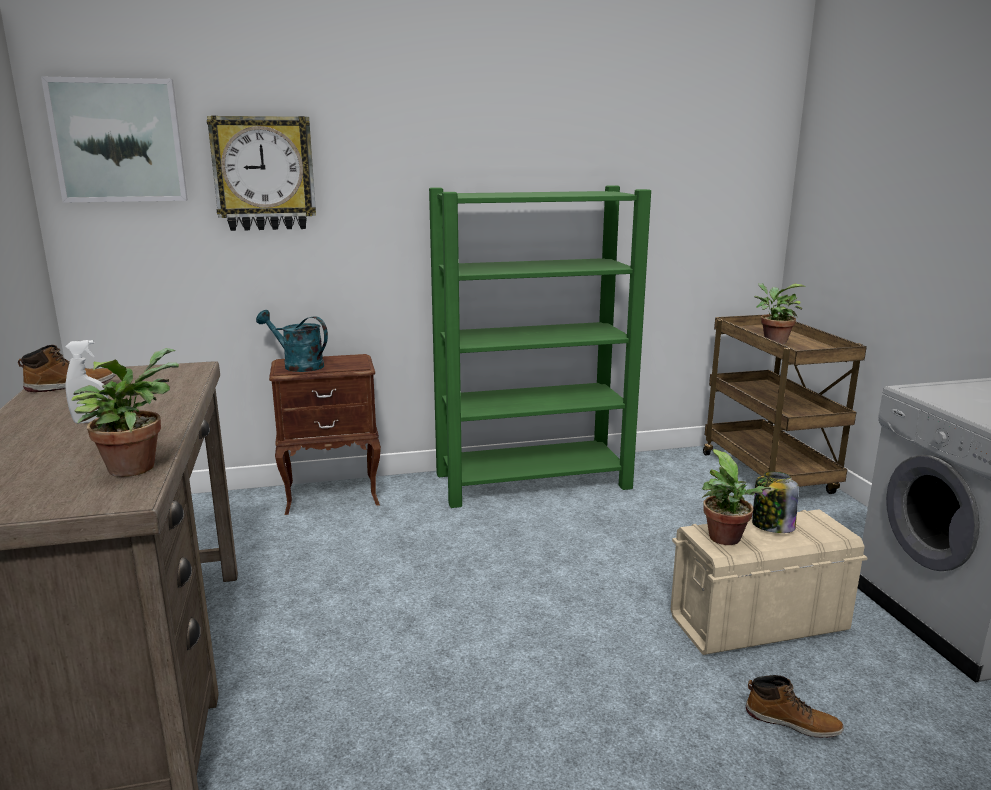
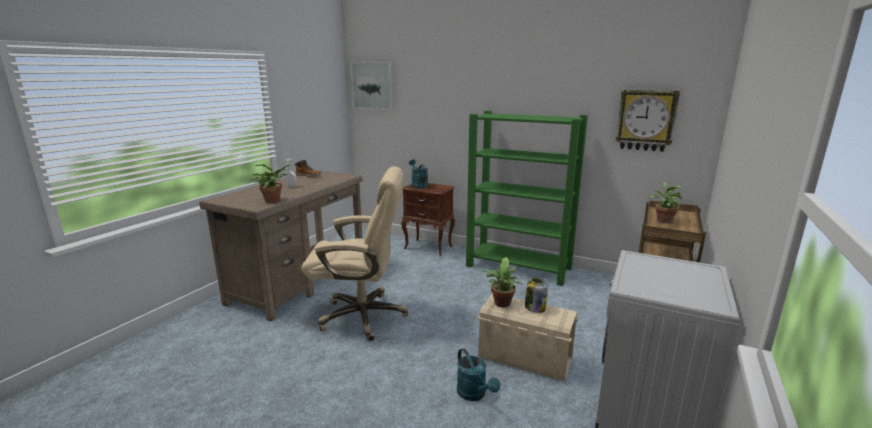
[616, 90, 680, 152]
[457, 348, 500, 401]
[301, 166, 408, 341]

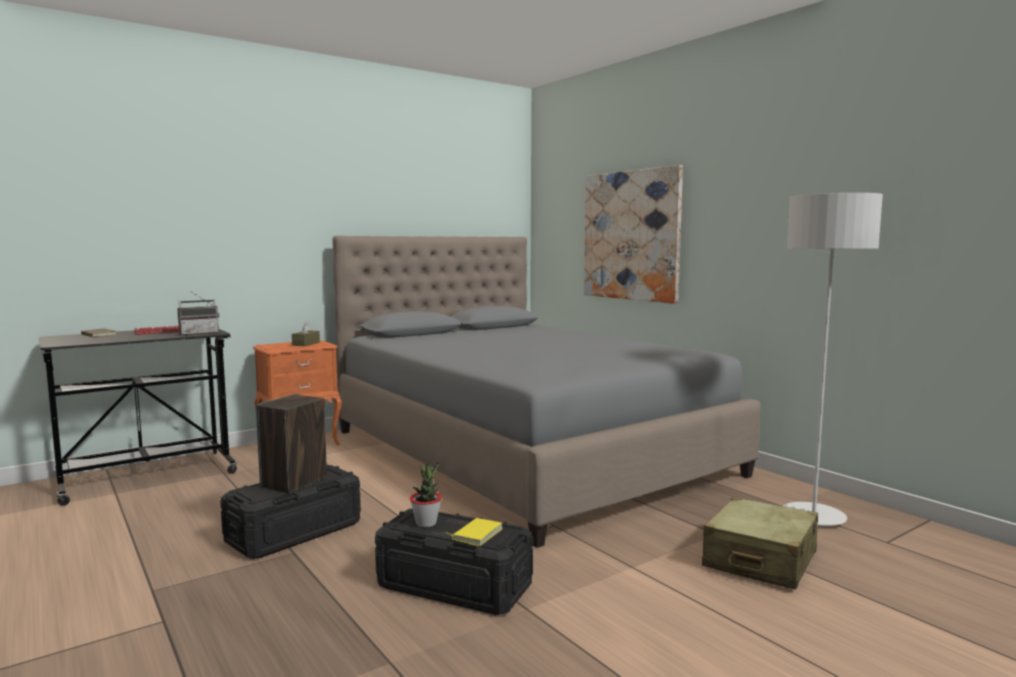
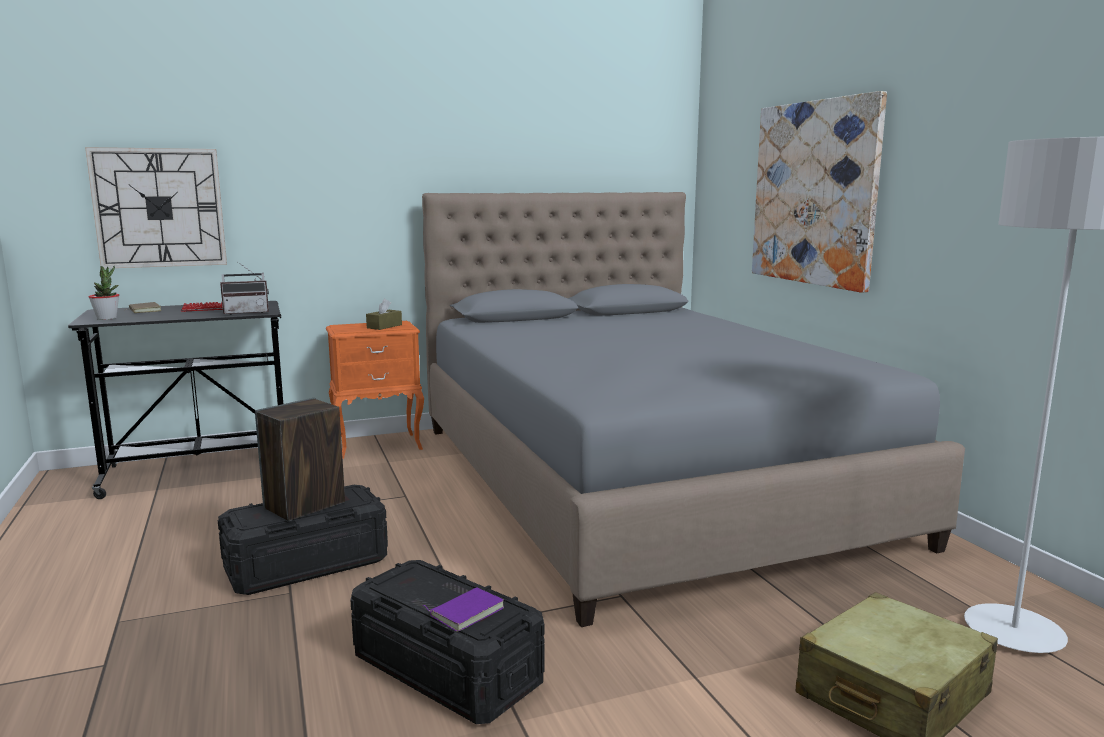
[88, 266, 119, 320]
[422, 587, 504, 632]
[85, 147, 227, 269]

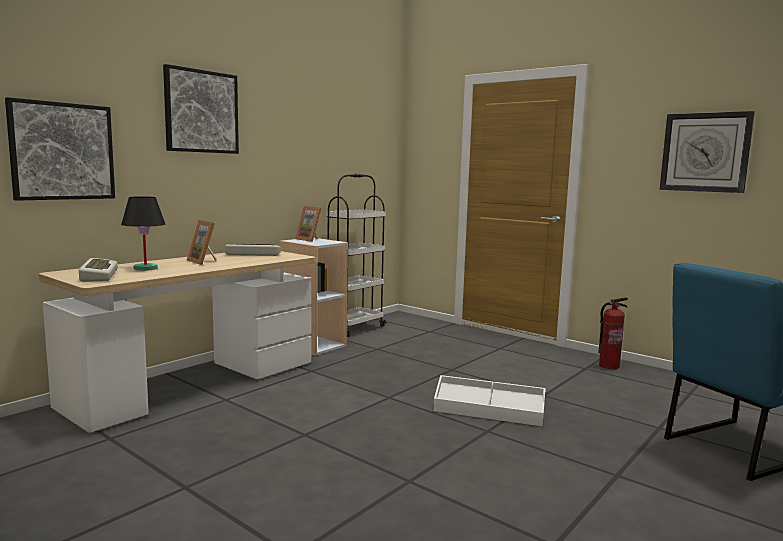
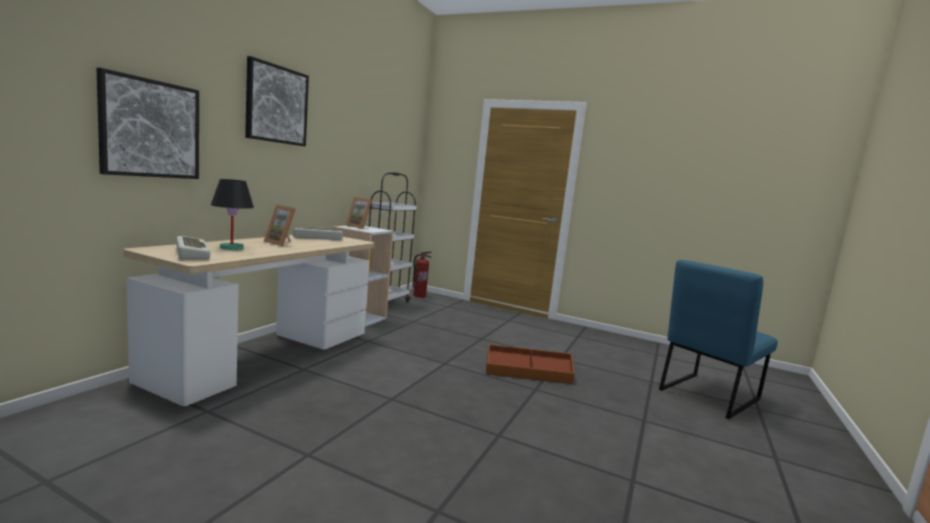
[660, 111, 755, 193] (first image)
[412, 251, 431, 298]
[486, 344, 575, 384]

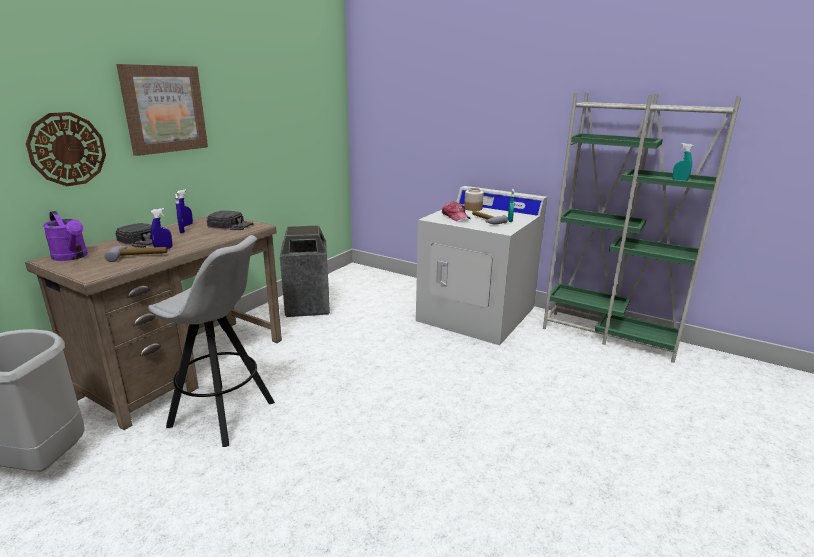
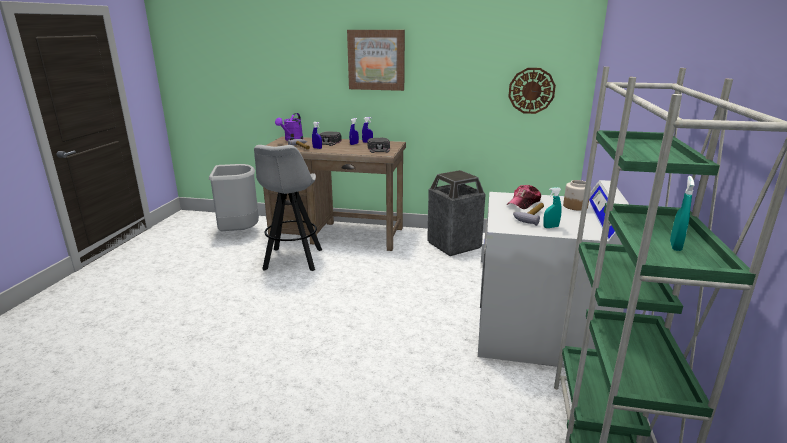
[508, 68, 556, 114]

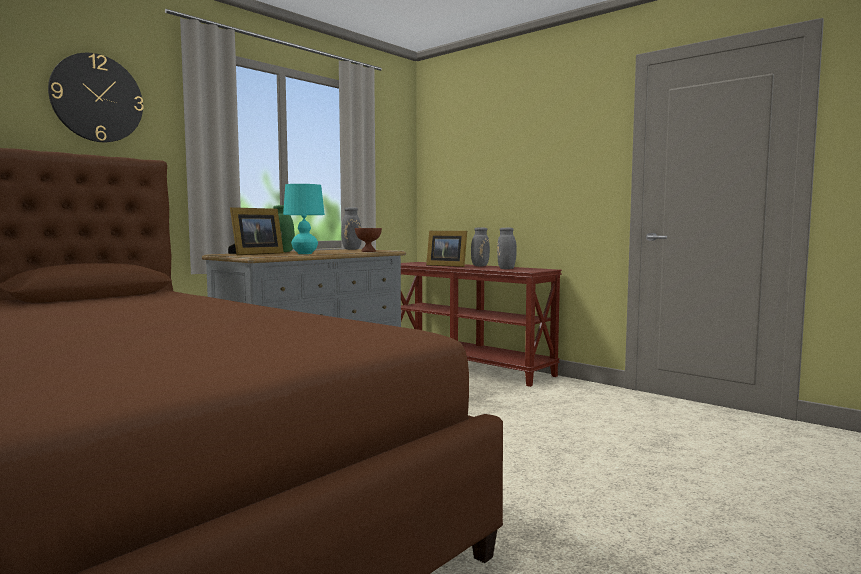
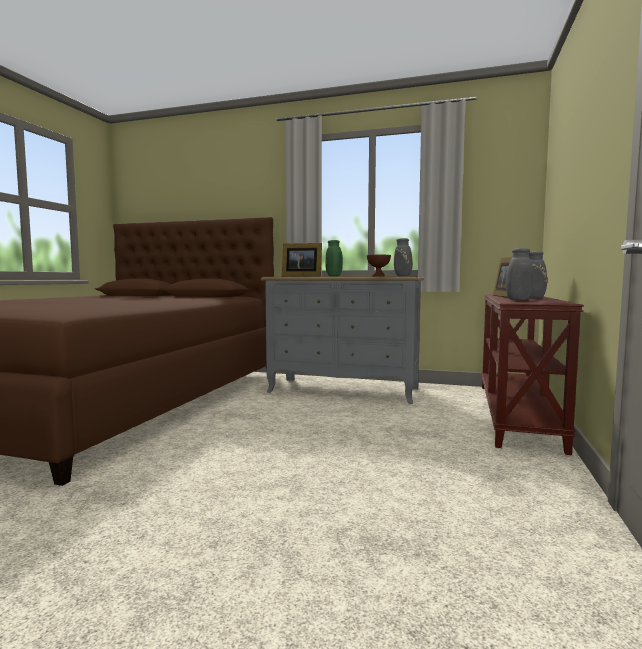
[48, 53, 144, 142] (first image)
[283, 184, 325, 254] (first image)

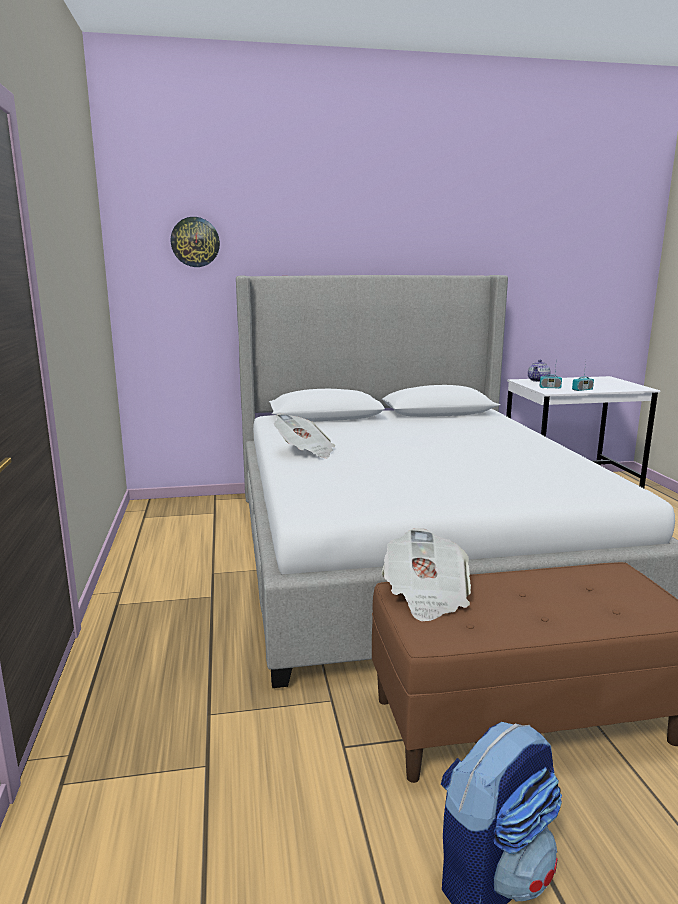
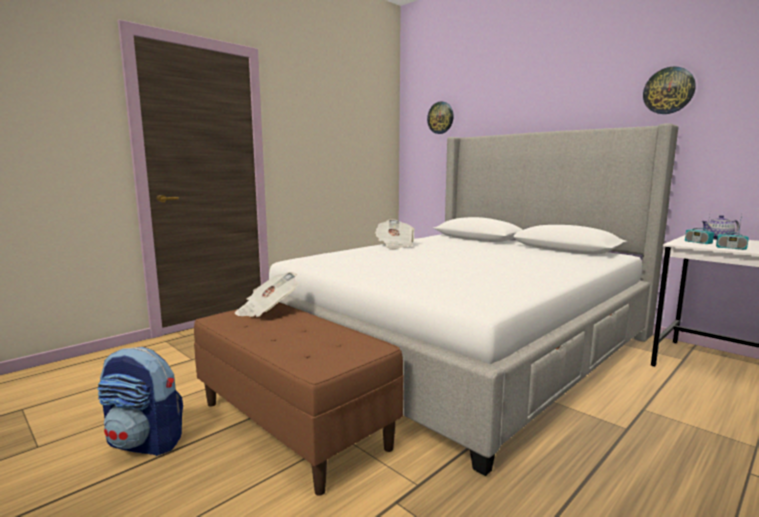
[643, 66, 696, 114]

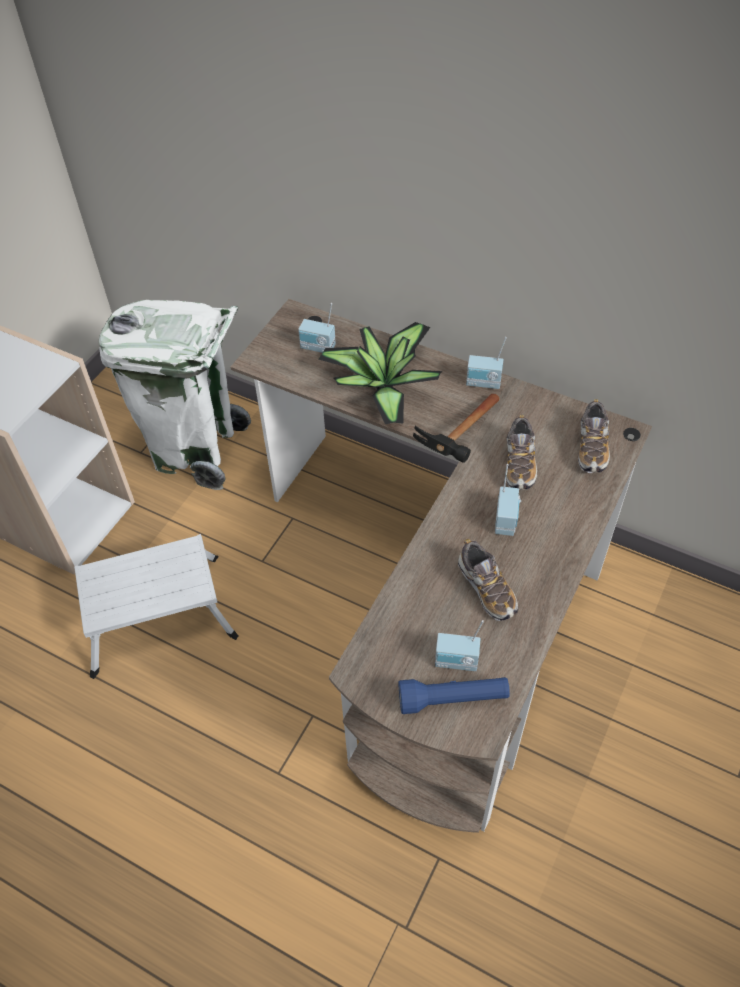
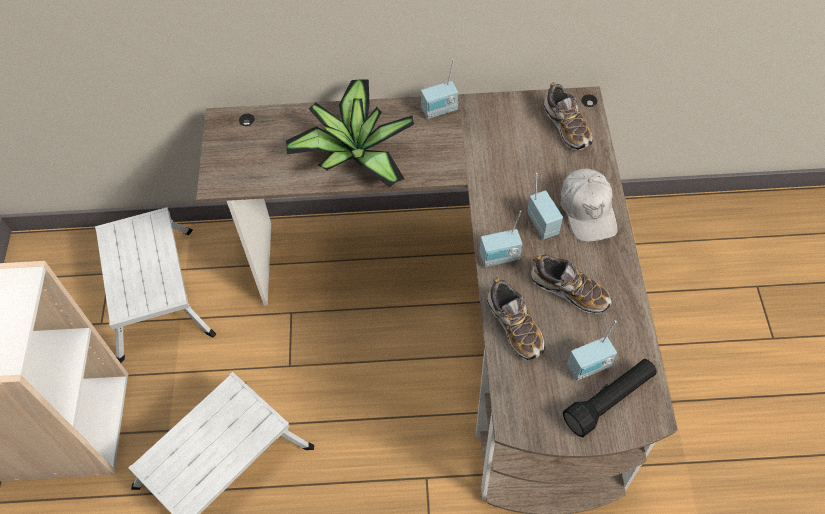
[95, 207, 216, 363]
[480, 210, 522, 267]
[413, 394, 499, 463] (first image)
[487, 278, 545, 360]
[563, 359, 657, 437]
[560, 168, 618, 242]

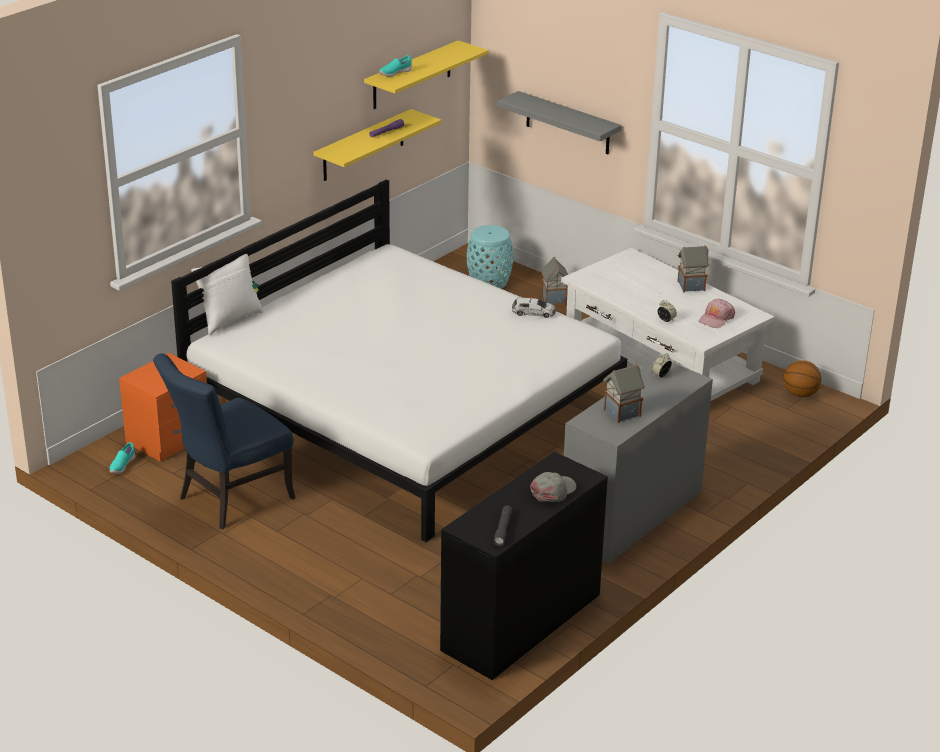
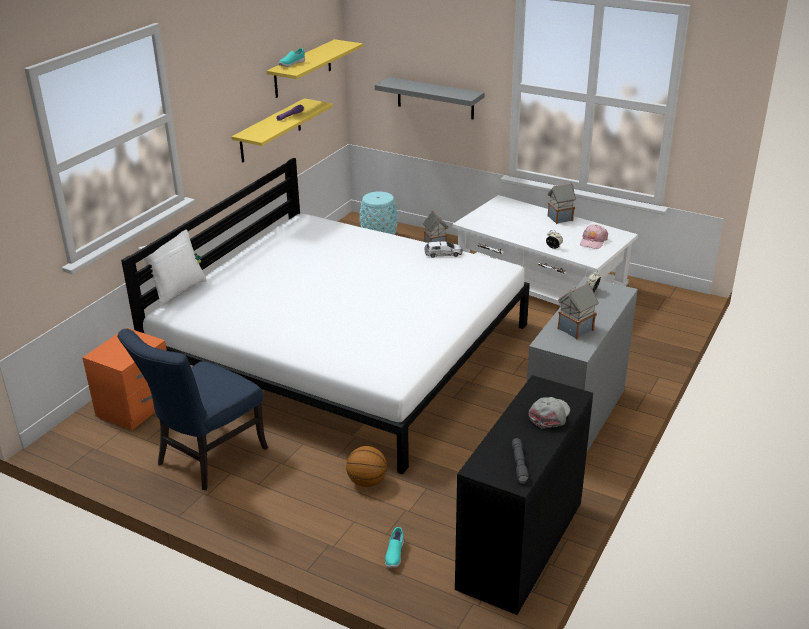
[346, 446, 387, 487]
[385, 527, 404, 568]

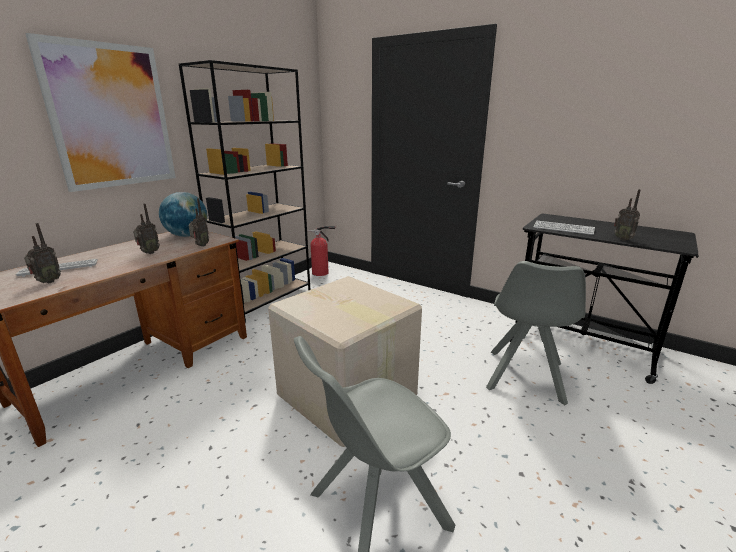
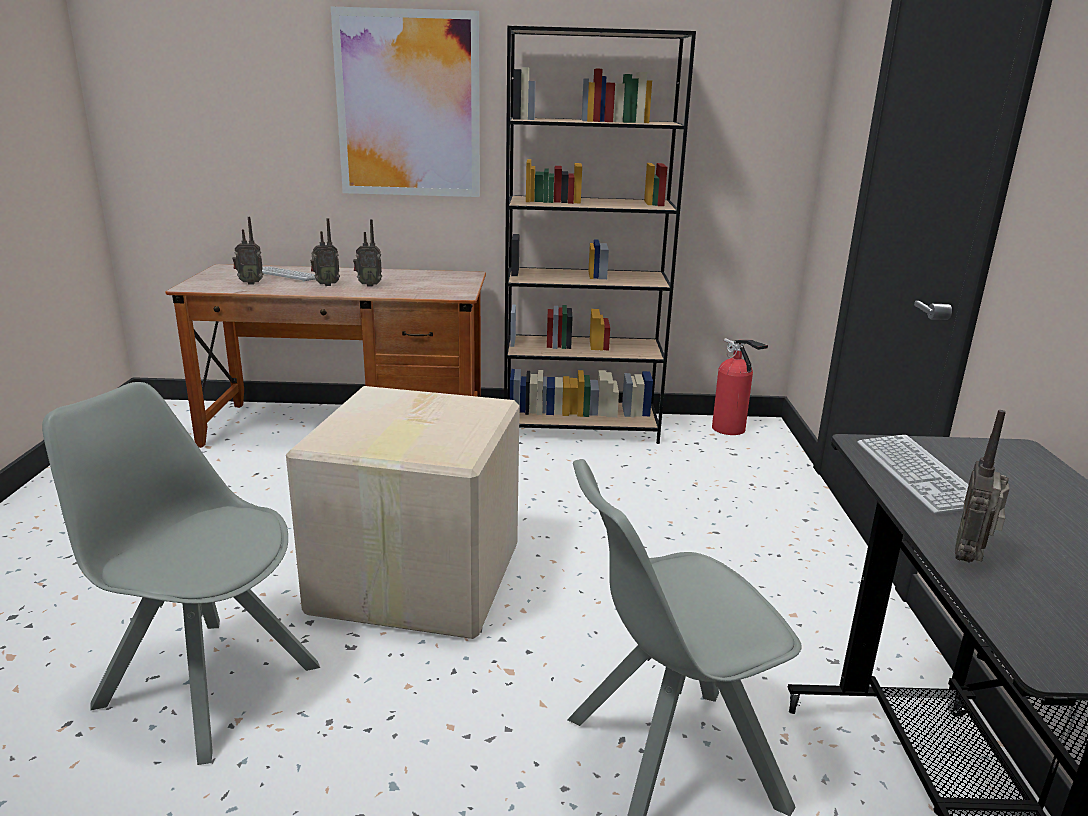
[159, 192, 207, 237] (first image)
[310, 218, 340, 286]

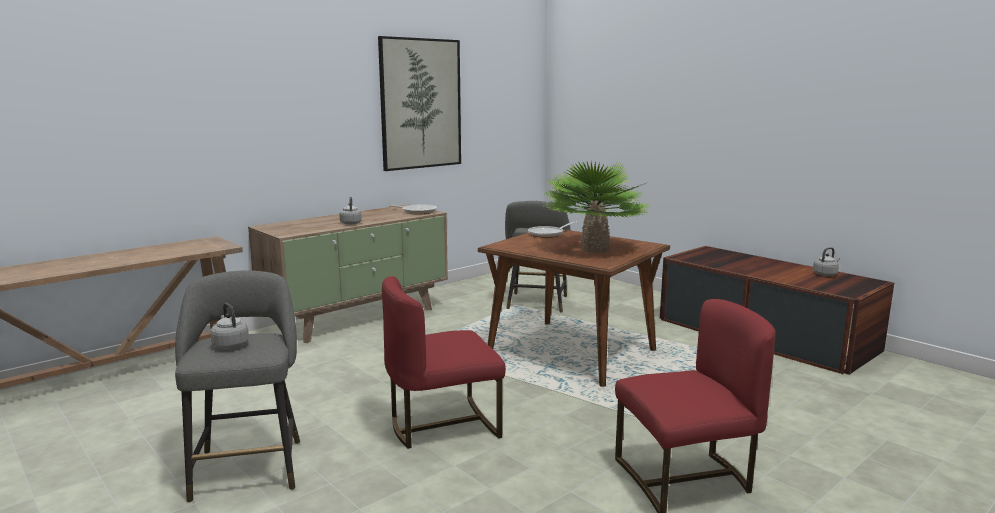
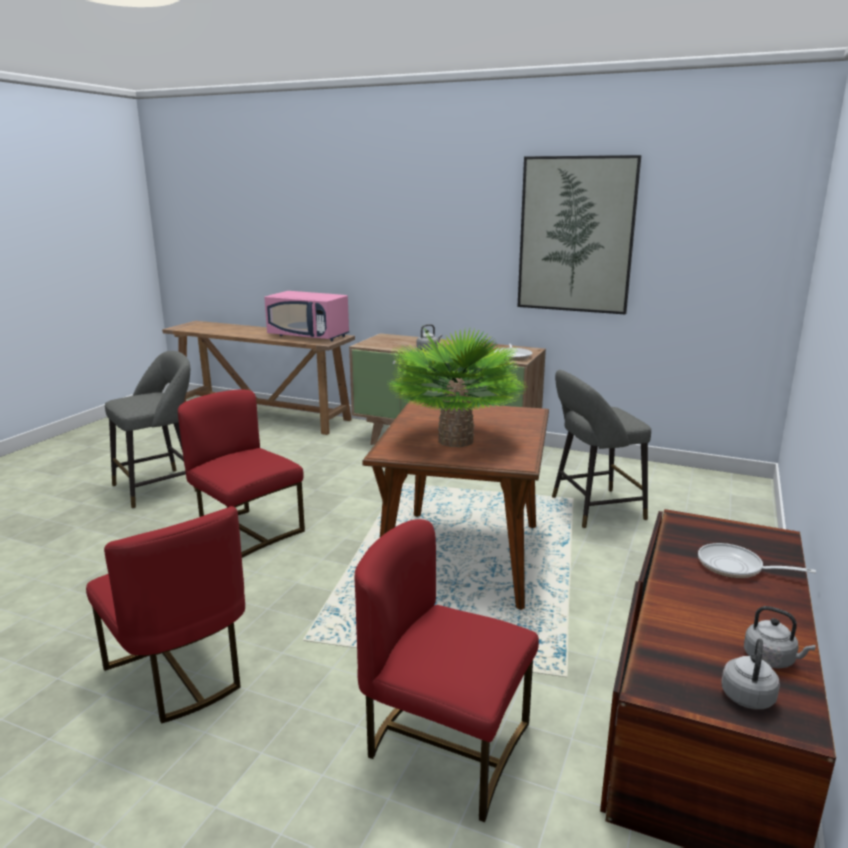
[698, 543, 816, 578]
[721, 639, 780, 709]
[264, 291, 350, 341]
[355, 519, 539, 822]

